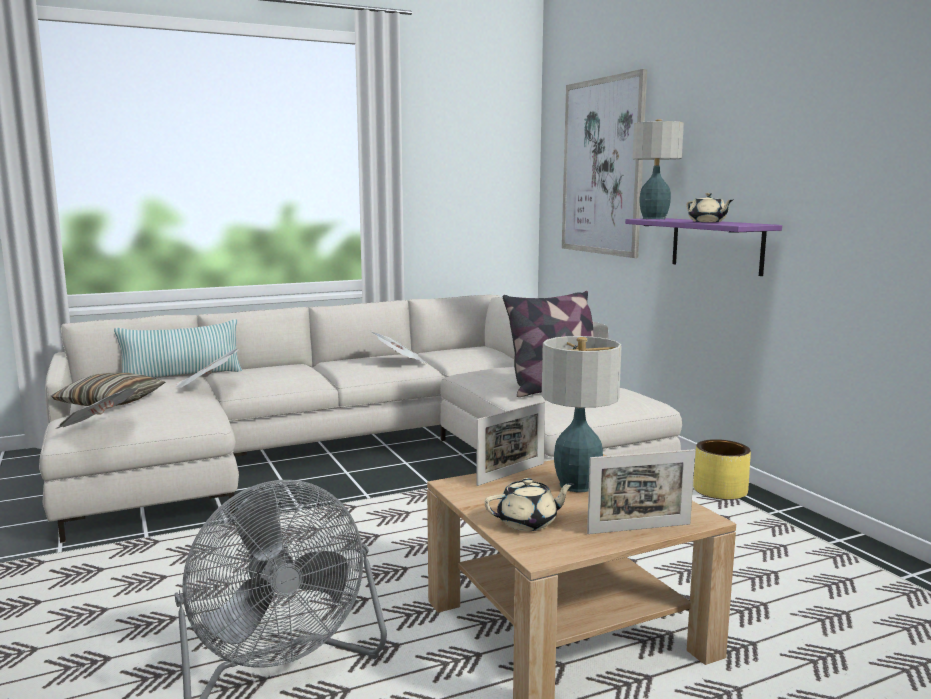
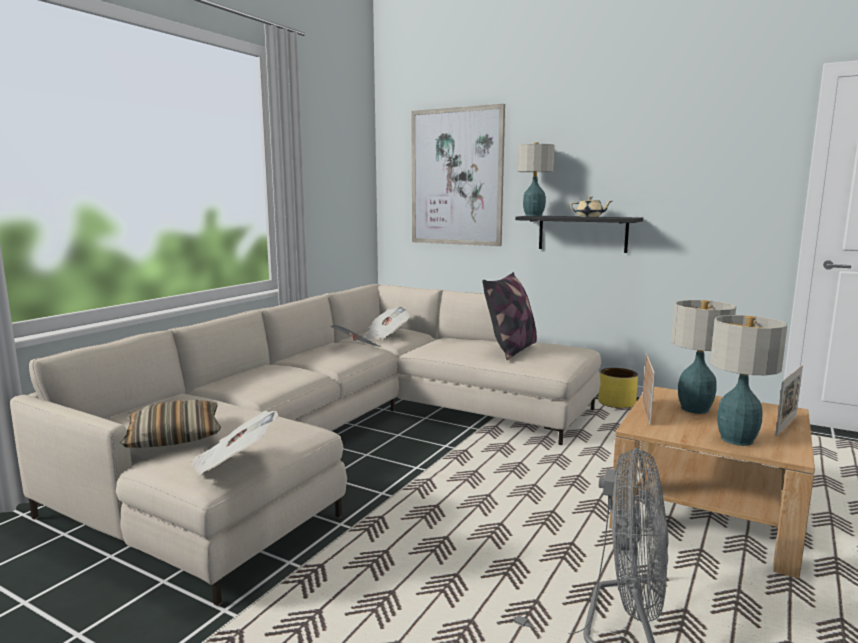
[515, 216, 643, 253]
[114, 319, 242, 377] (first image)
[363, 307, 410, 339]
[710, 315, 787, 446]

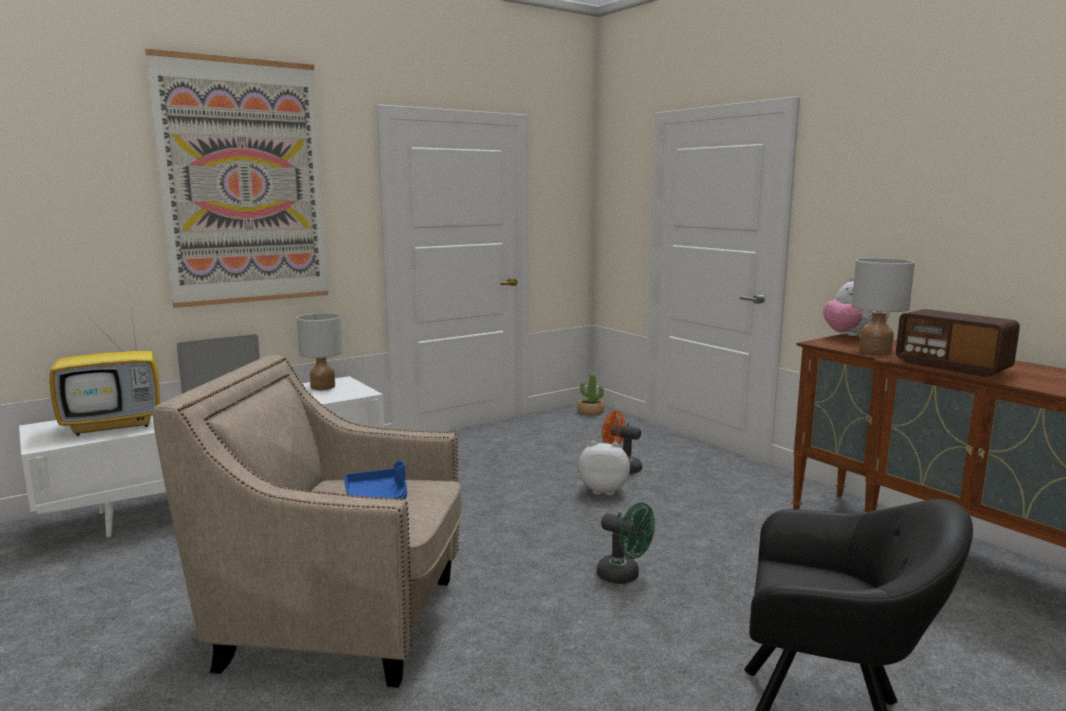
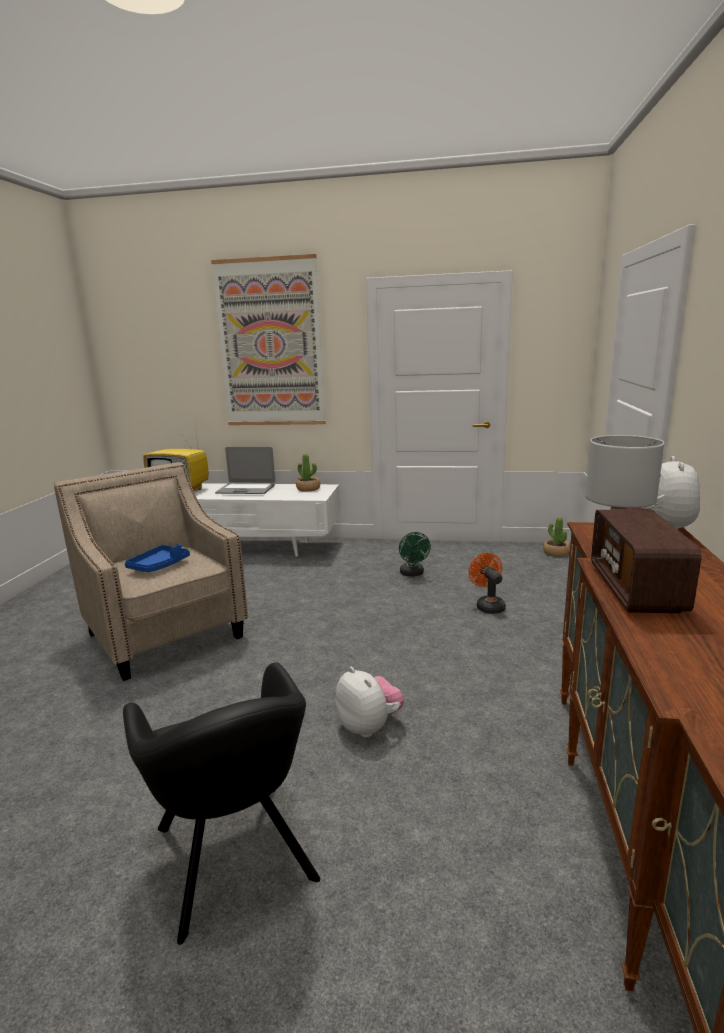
[296, 454, 320, 492]
[335, 667, 404, 738]
[399, 532, 431, 577]

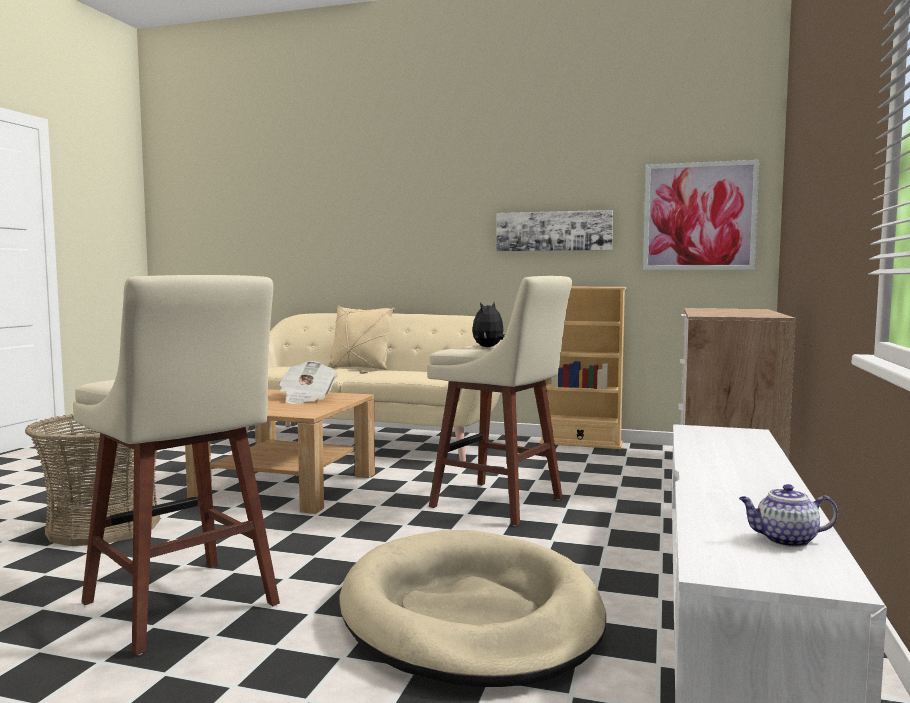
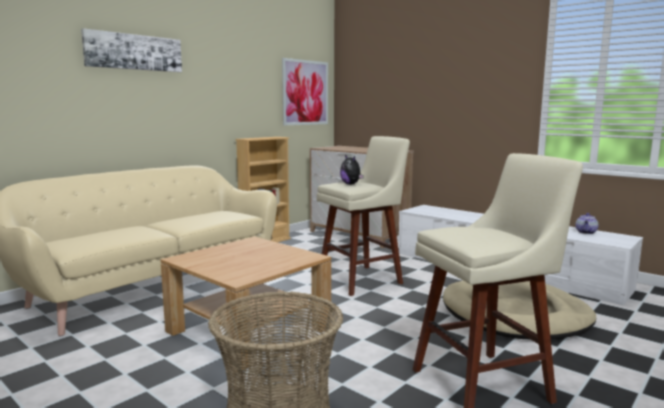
[81, 28, 182, 72]
[327, 306, 394, 370] (first image)
[279, 361, 338, 404] (first image)

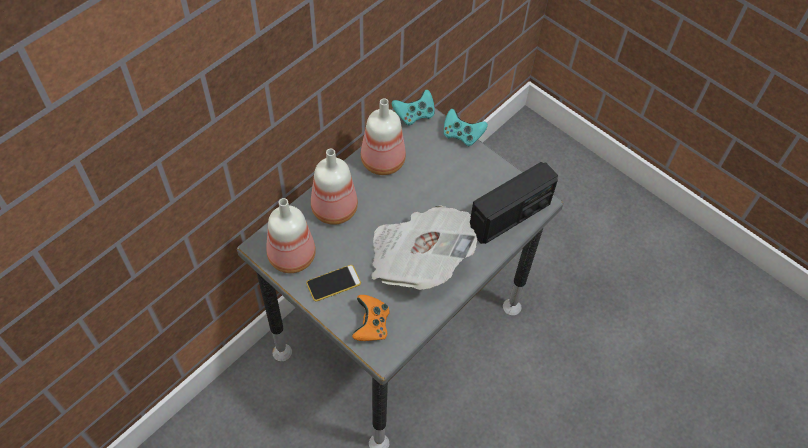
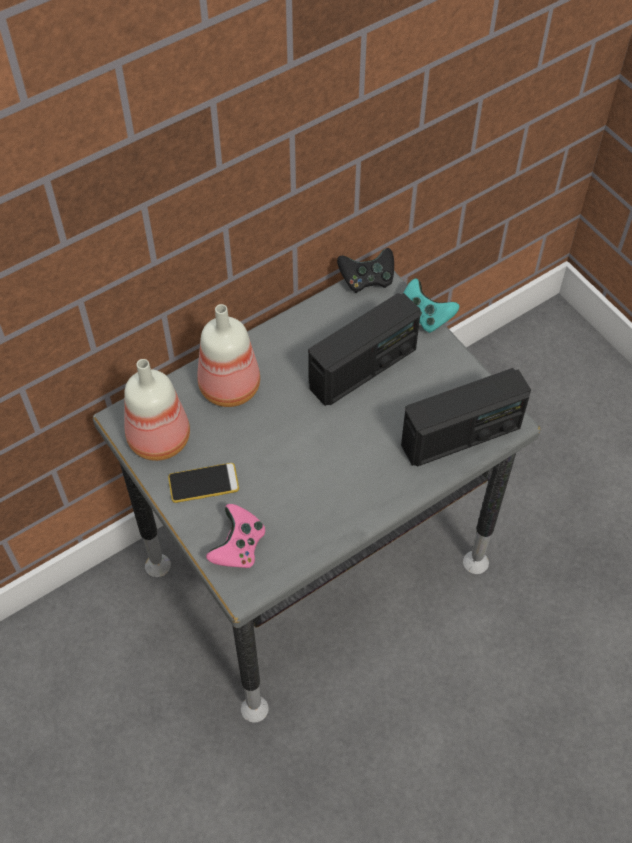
[337, 248, 394, 293]
[361, 98, 406, 175] (first image)
[371, 205, 477, 290] (first image)
[206, 504, 265, 568]
[308, 293, 420, 406]

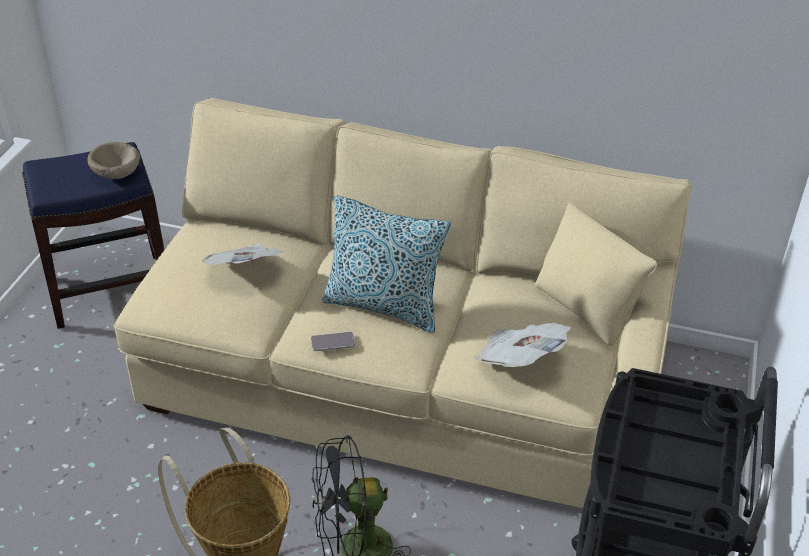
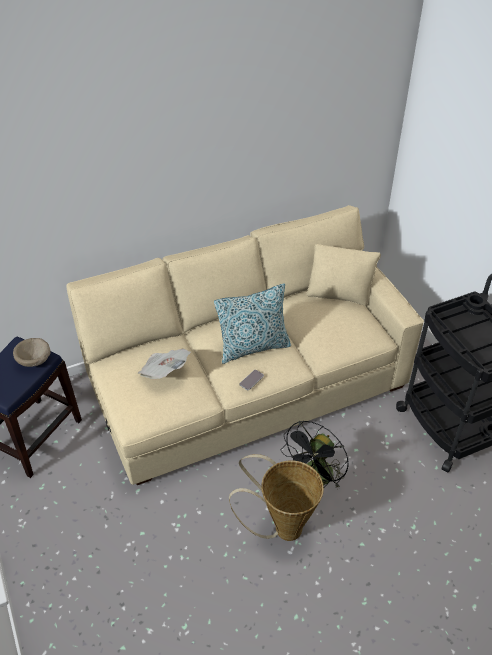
[475, 322, 571, 367] (first image)

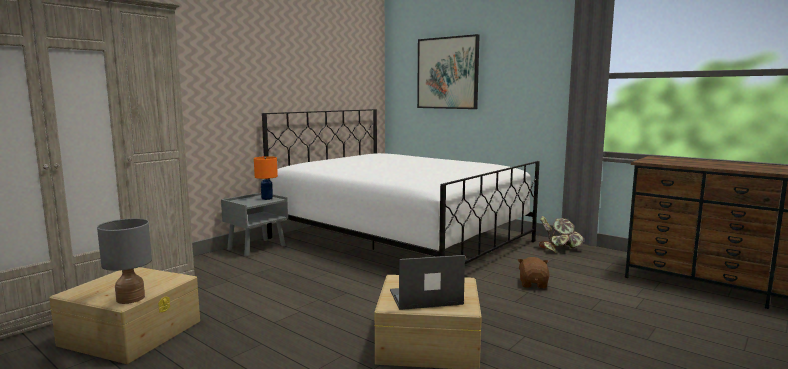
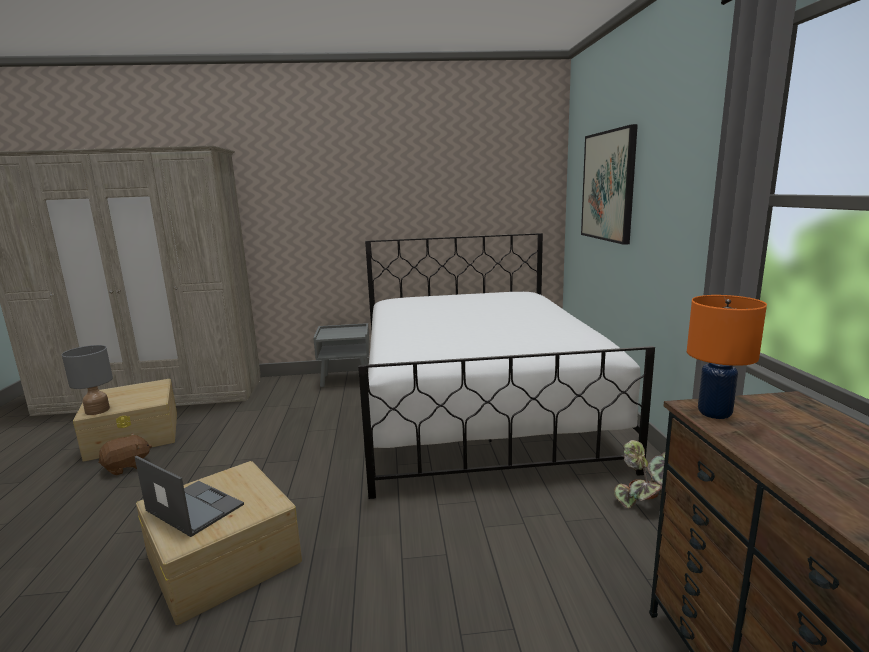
[687, 295, 767, 419]
[99, 433, 152, 475]

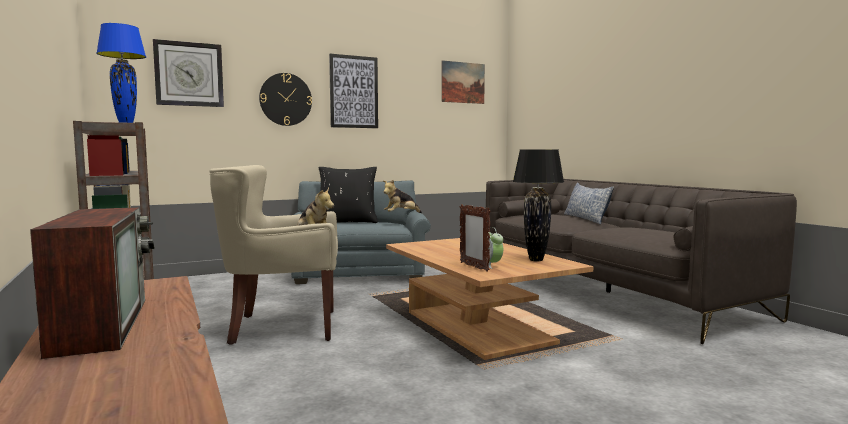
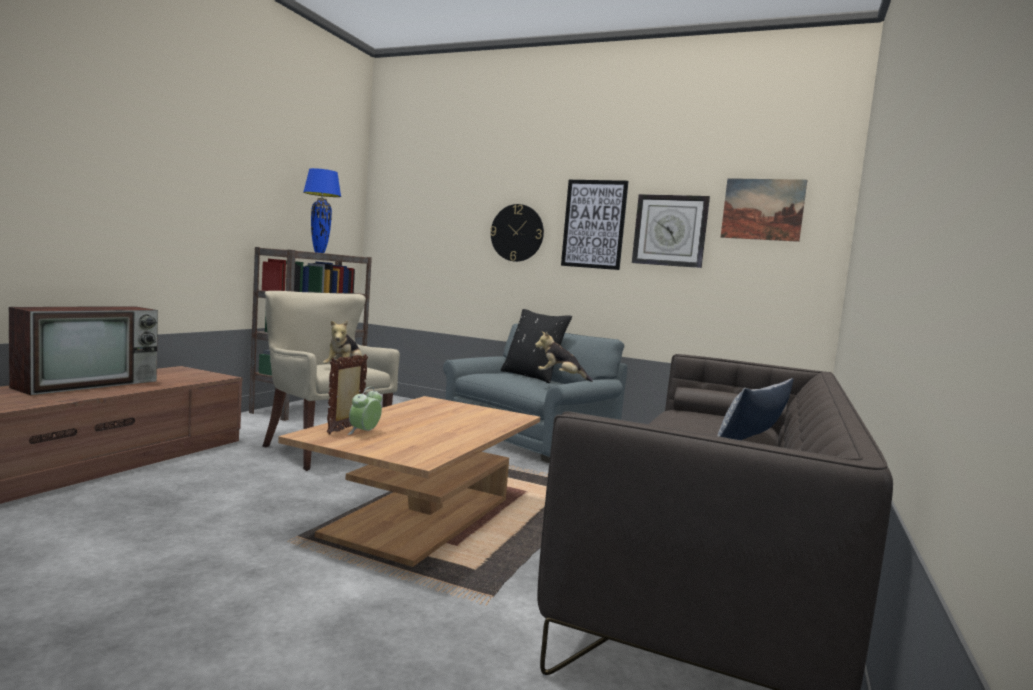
[632, 194, 710, 268]
[513, 150, 564, 262] (first image)

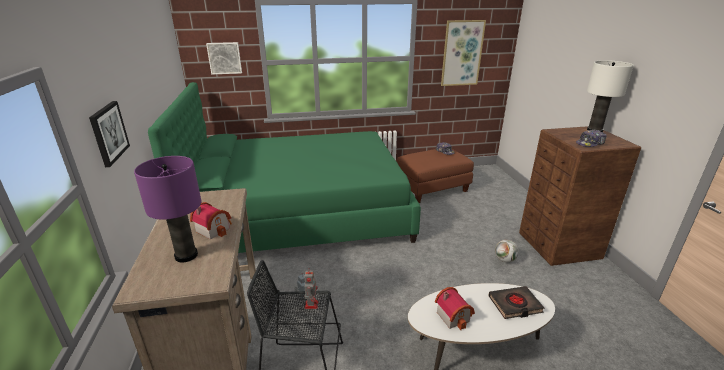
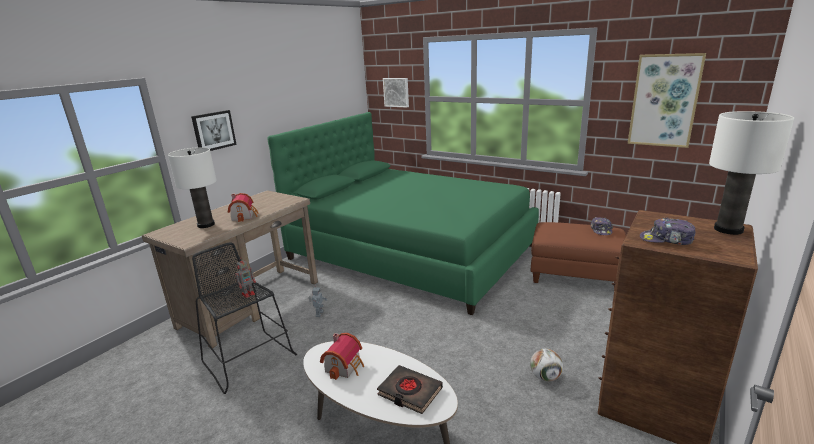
[168, 147, 217, 228]

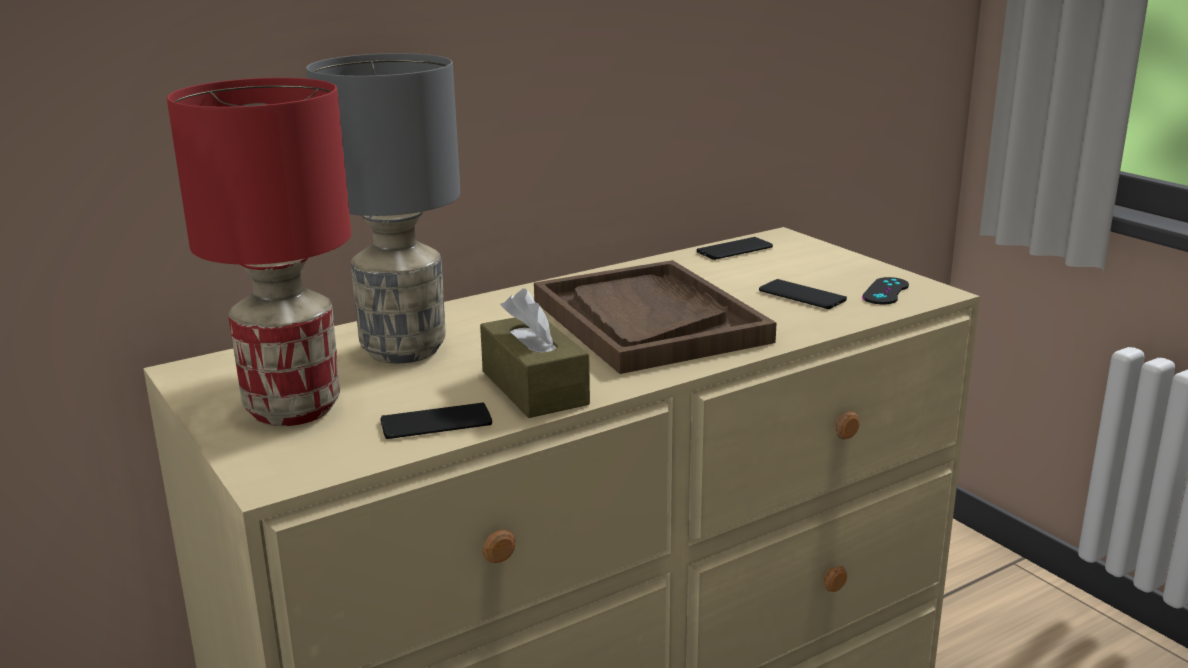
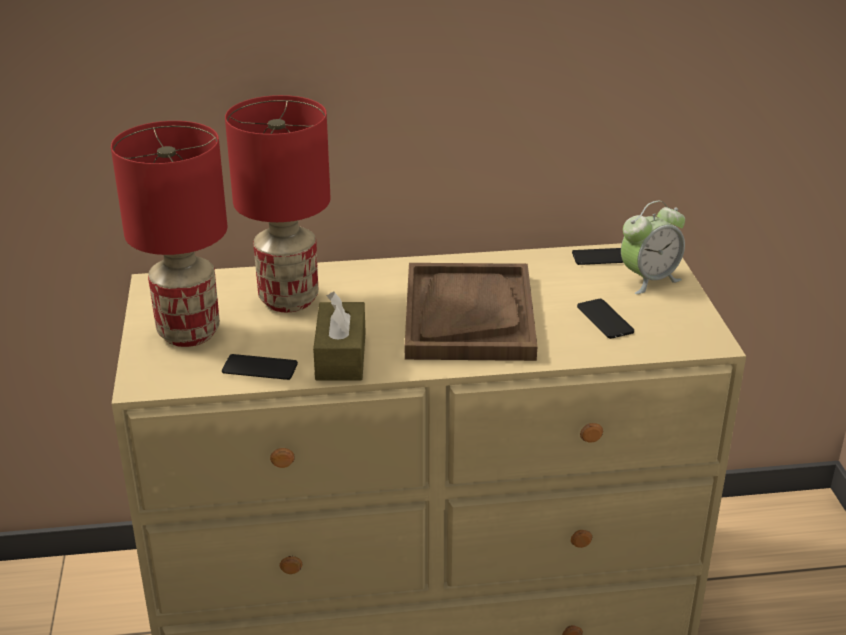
[225, 95, 331, 312]
[862, 277, 909, 304] (first image)
[621, 201, 685, 294]

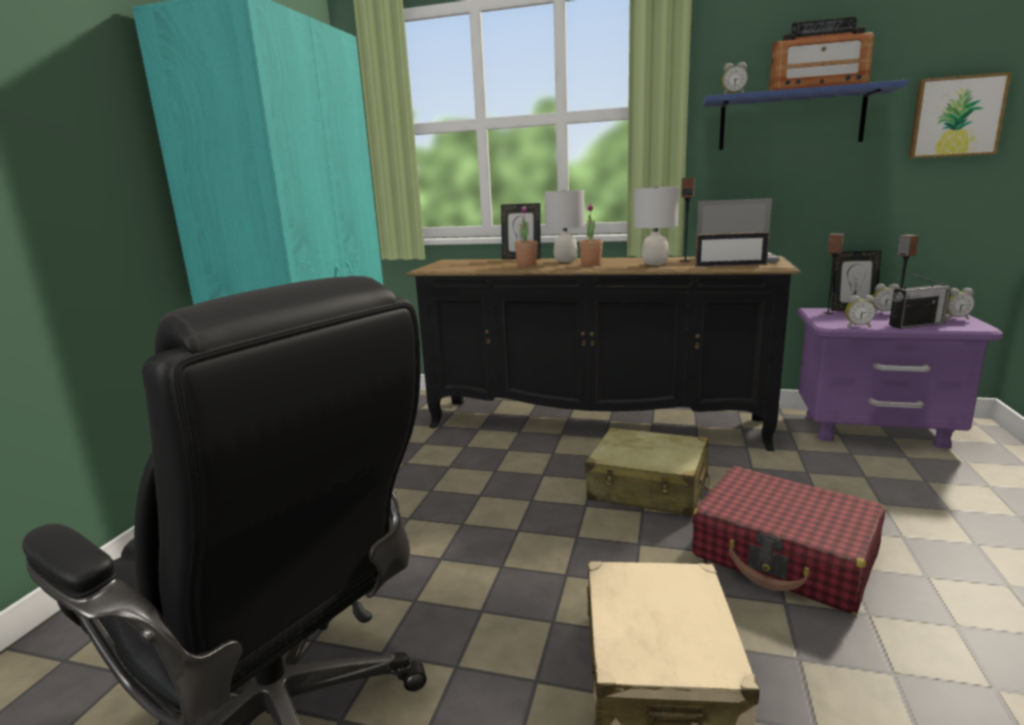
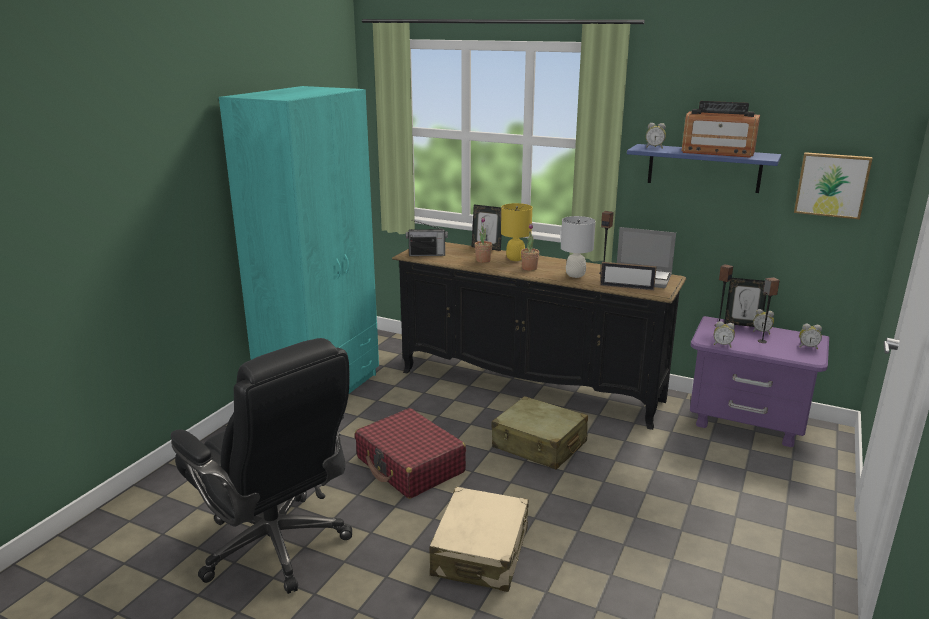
[501, 203, 532, 261]
[406, 220, 448, 256]
[355, 408, 466, 499]

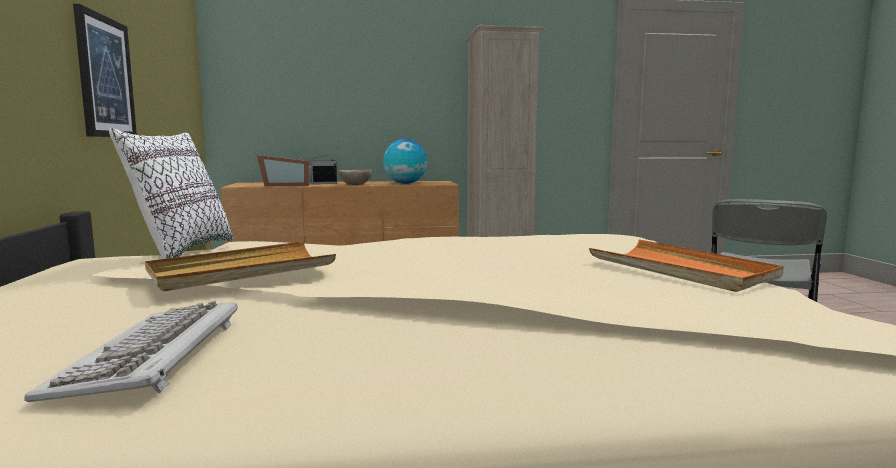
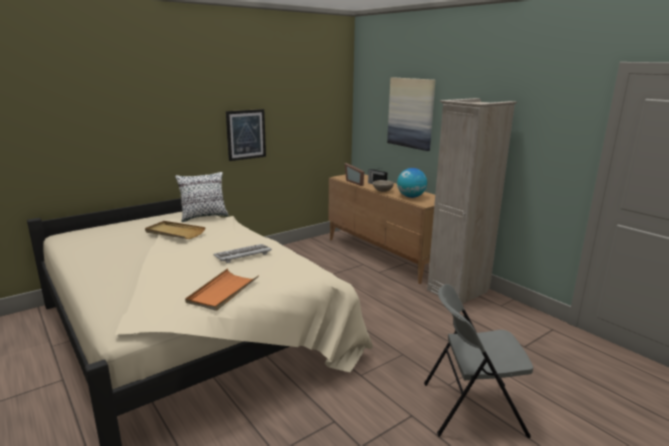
[214, 244, 272, 263]
[387, 77, 435, 151]

